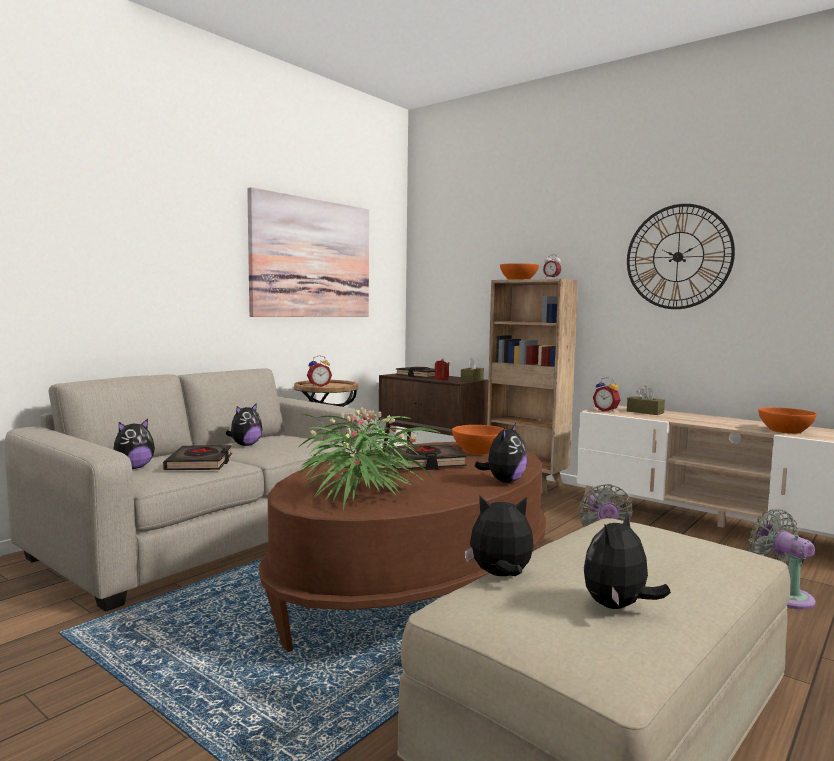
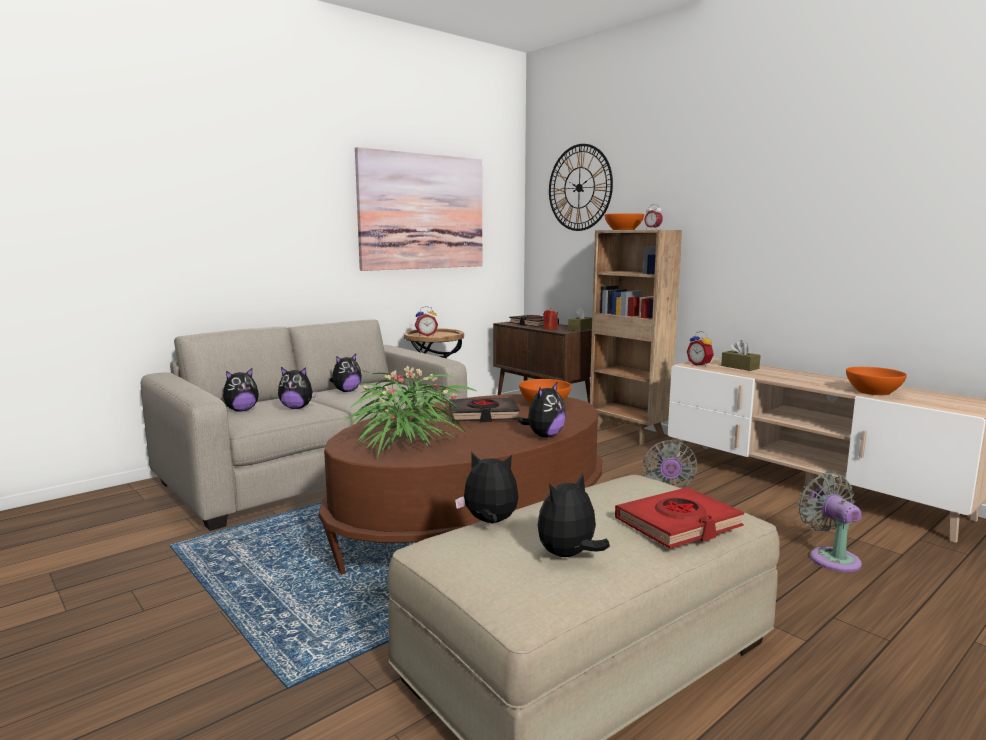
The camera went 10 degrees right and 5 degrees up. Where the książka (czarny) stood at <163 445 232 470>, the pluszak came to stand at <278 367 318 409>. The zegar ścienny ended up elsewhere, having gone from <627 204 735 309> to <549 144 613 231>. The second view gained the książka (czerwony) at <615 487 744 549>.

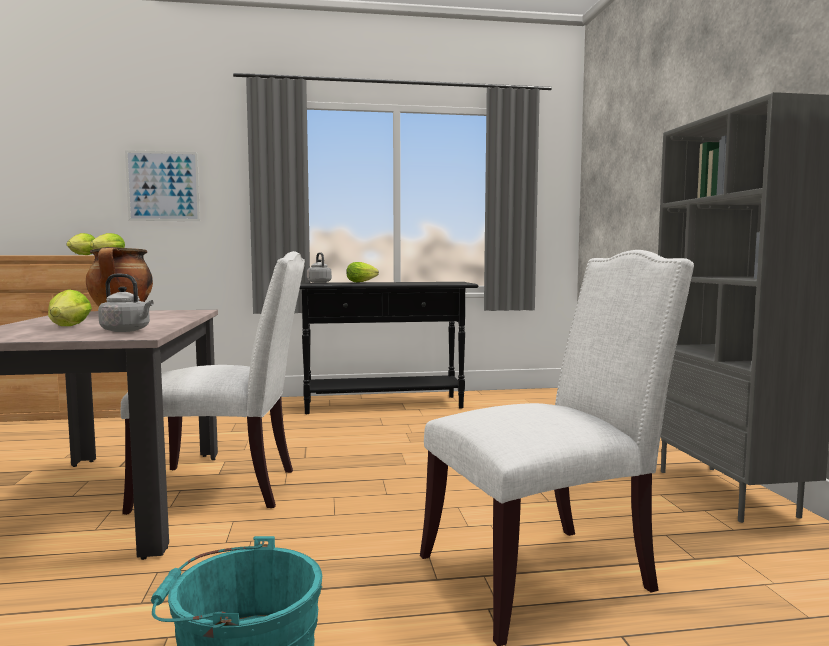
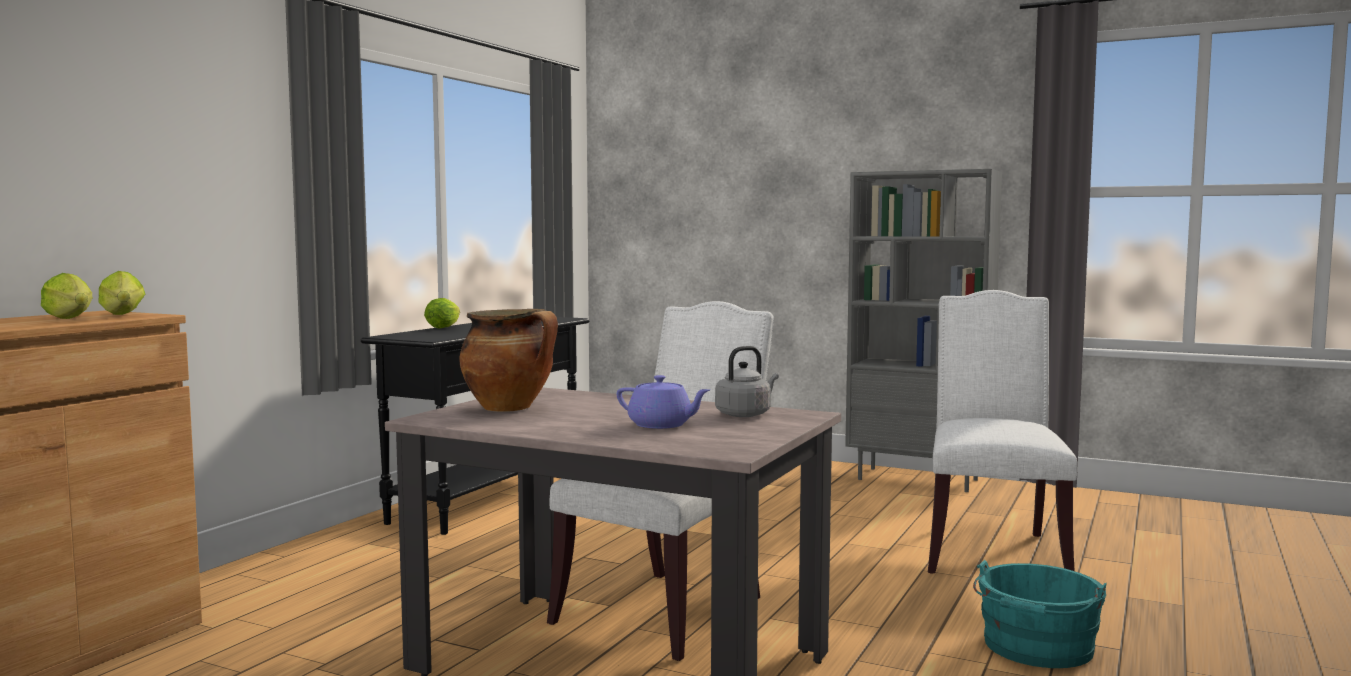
The camera went 55 degrees left and 0 degrees up. Where the sałata stood at <48 289 92 326>, the imbryk (fioletowy) came to stand at <617 375 710 429>. The second view lost the obraz at <125 150 200 221>. The second view lost the czajnik (szary) at <307 252 332 283>.

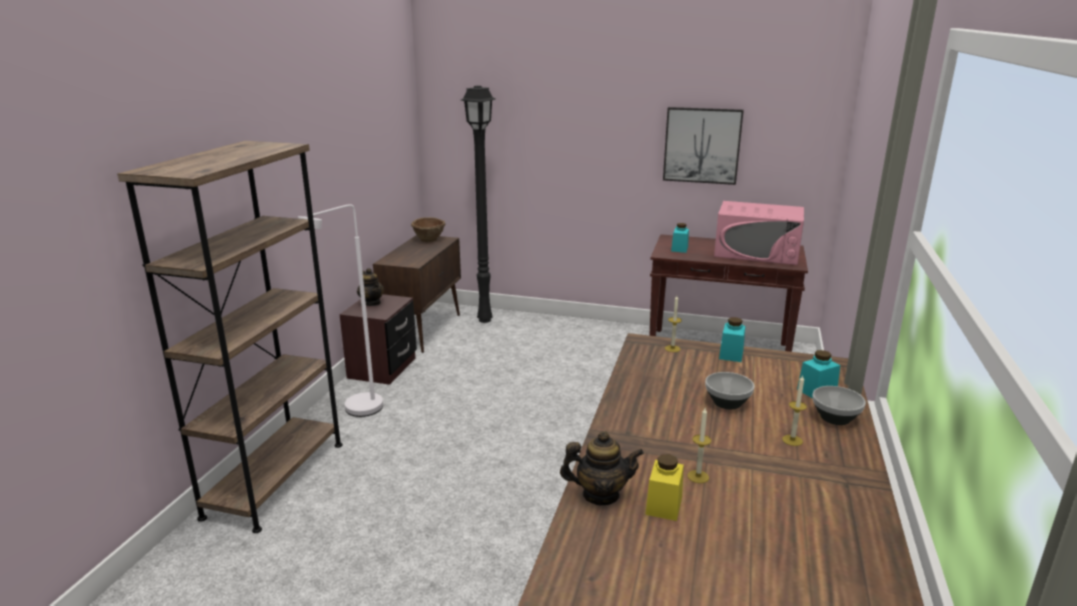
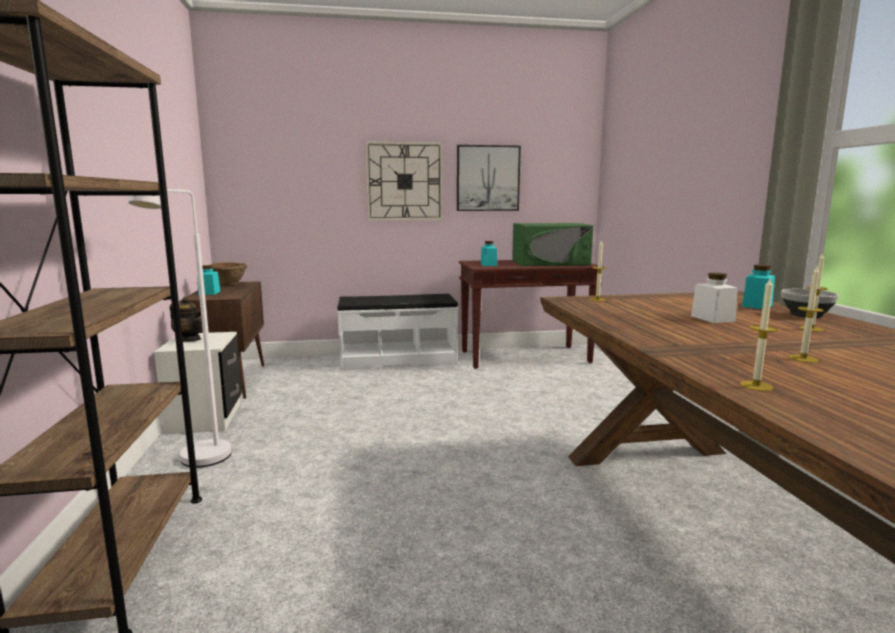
The camera went 25 degrees left and 10 degrees down. What was the szafka nocna (brązowy) at <340 294 417 385> turned into the szafka nocna (biały) at <154 332 242 435>. The second view lost the lampa stojąca (czarny) at <461 86 495 323>. Where the imbryk stood at <560 431 644 505>, the świeca came to stand at <740 279 778 391>. The second view lost the słoik (żółty) at <645 454 684 521>. Where the miska stood at <705 372 754 409>, the słoik (biały) came to stand at <691 273 738 323>. What was the mikrofalówka (różowy) at <714 201 804 265> turned into the mikrofalówka (zielony) at <512 223 593 266>. The słoik (turkusowy) ended up elsewhere, having gone from <719 317 745 362> to <197 265 220 295>. The second view gained the ławka (biały) at <337 294 458 371>. The second view gained the zegar ścienny at <365 141 443 221>.

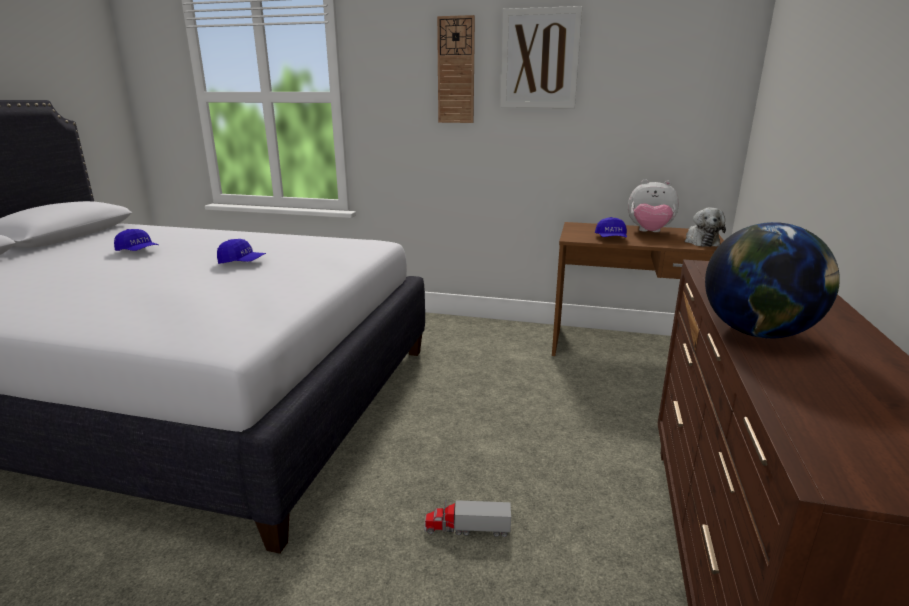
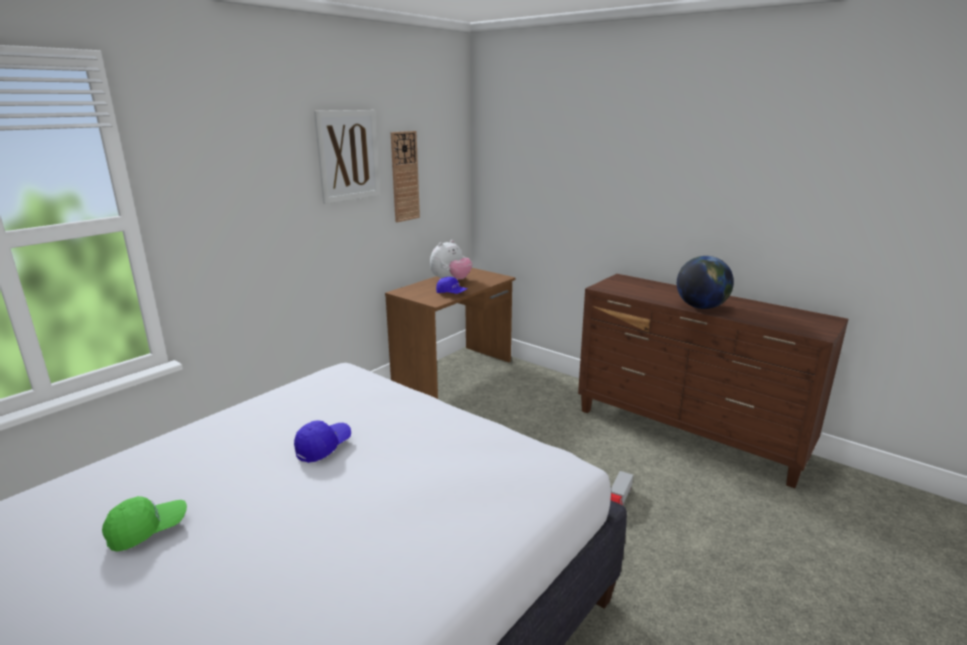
The camera went 65 degrees left and 0 degrees up. What was the czapka z daszkiem (niebieski) at <114 229 158 251> turned into the czapka z daszkiem (zielony) at <102 496 187 552>. The zegar ścienny ended up elsewhere, having gone from <437 15 475 123> to <391 131 420 222>. The second view lost the pluszak at <685 207 726 247>.

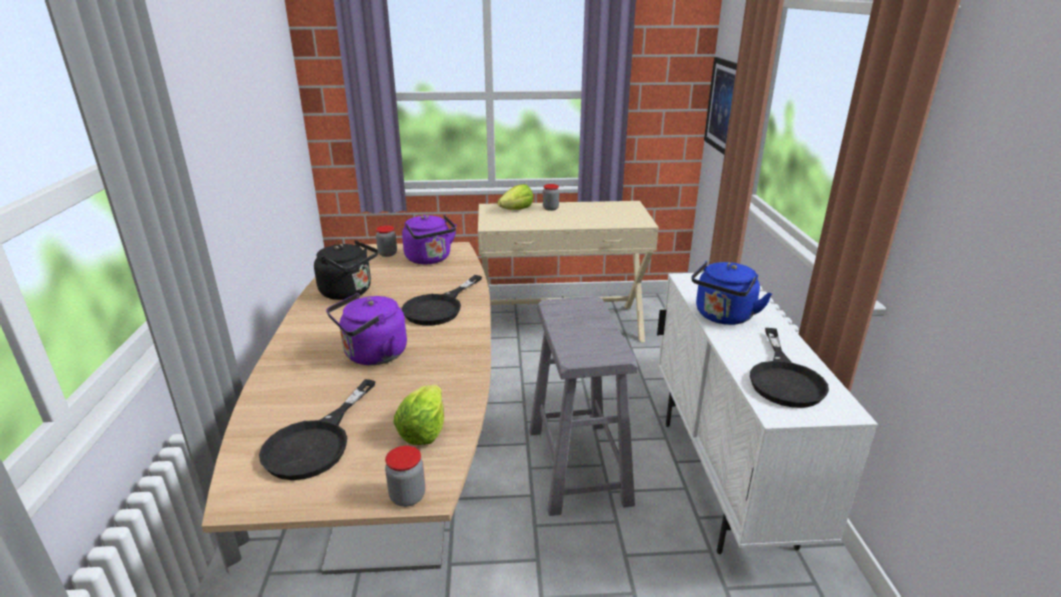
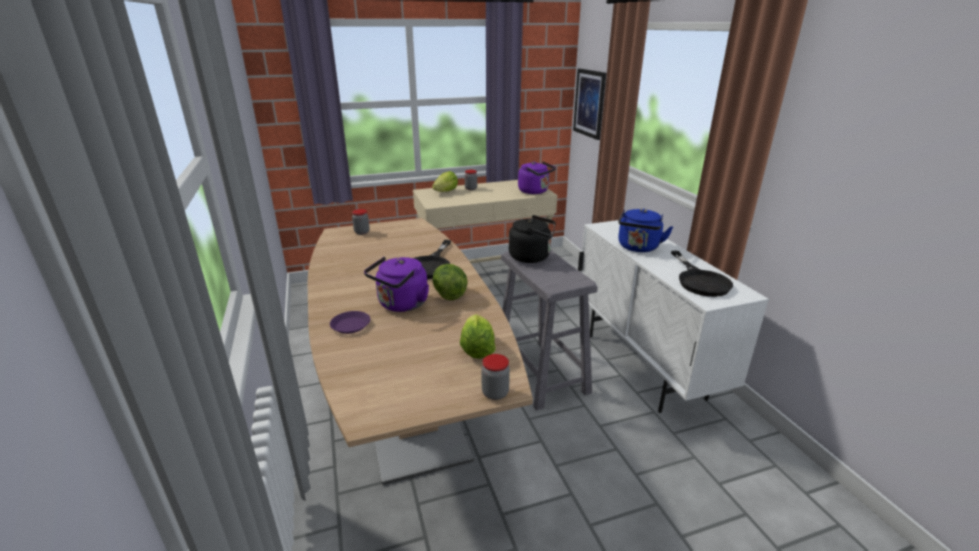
The camera went 15 degrees left and 0 degrees up. The second view lost the patelnia (czarny) at <259 379 376 480>. The czajnik (czarny) ended up elsewhere, having gone from <314 240 378 300> to <509 215 556 263>. The czajnik (fioletowy) ended up elsewhere, having gone from <402 215 457 264> to <518 161 556 194>. The second view gained the talerz (fioletowy) at <330 311 370 334>. The second view gained the sałata at <433 264 468 300>.

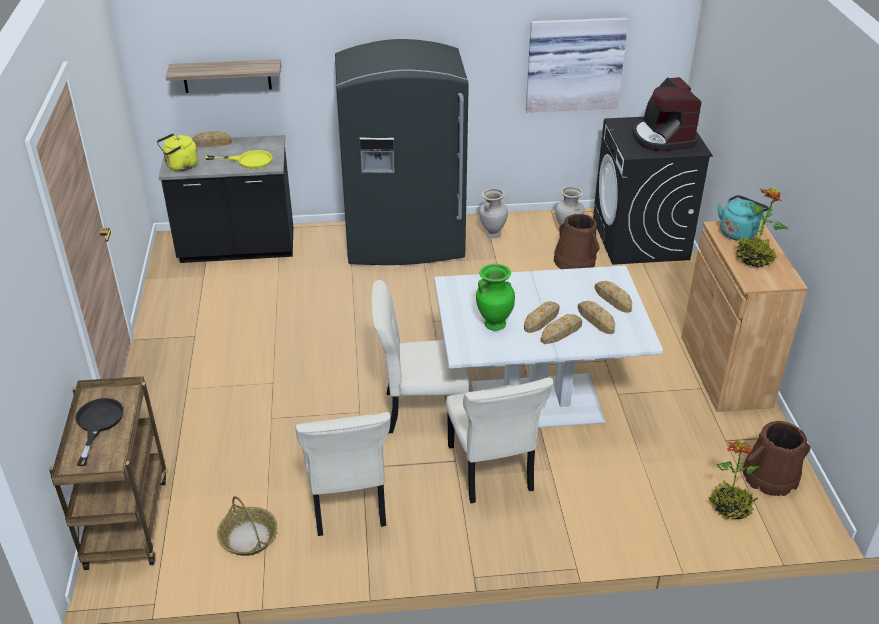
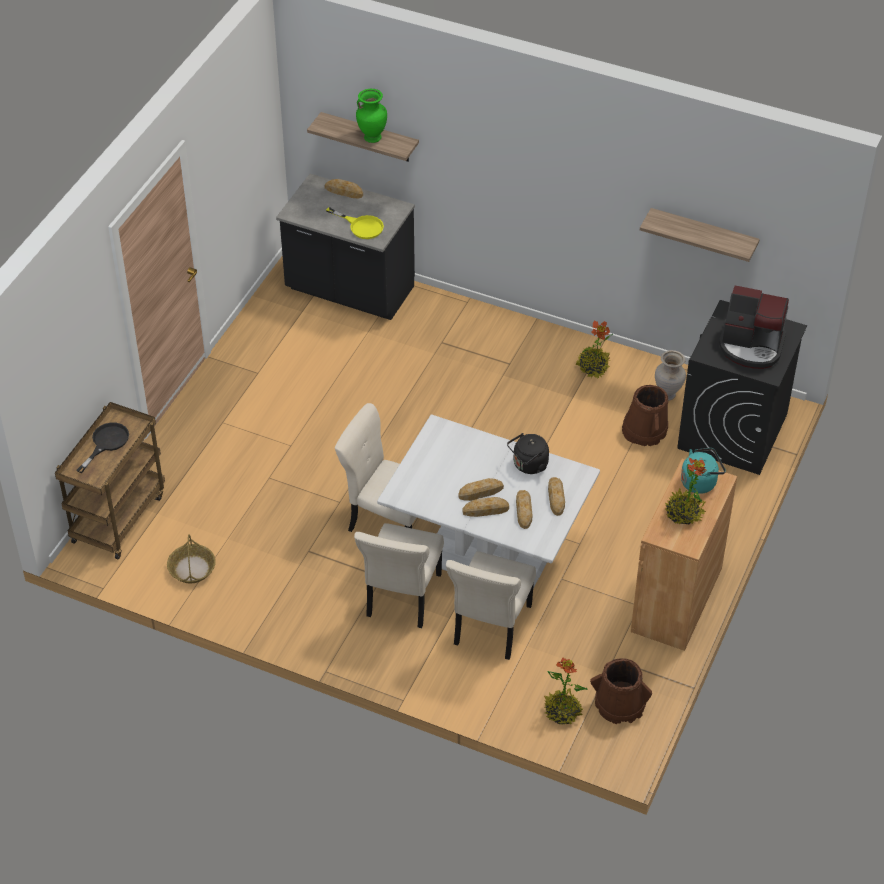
The camera went 30 degrees right and 10 degrees up. The second view lost the czajnik (żółty) at <157 133 198 171>. The krzesło (beżowy) ended up elsewhere, having gone from <295 412 391 536> to <446 551 536 660>. The second view lost the lodówka (szary) at <335 39 469 265>. The wazon (zielony) ended up elsewhere, having gone from <476 264 515 331> to <356 89 387 143>. Where the wazon (beżowy) stood at <479 188 508 238>, the roślina doniczkowa came to stand at <576 321 613 379>. Where the obraz hung at <526 18 628 112>, the półka came to hang at <640 208 760 262>. The ekspres do kawy at <633 77 701 151> ended up facing another way, 90 degrees counterclockwise from before. The second view gained the czajnik (czarny) at <507 433 549 474>.

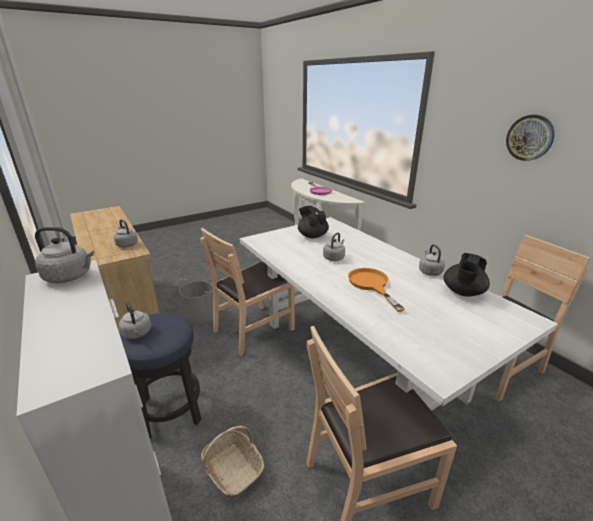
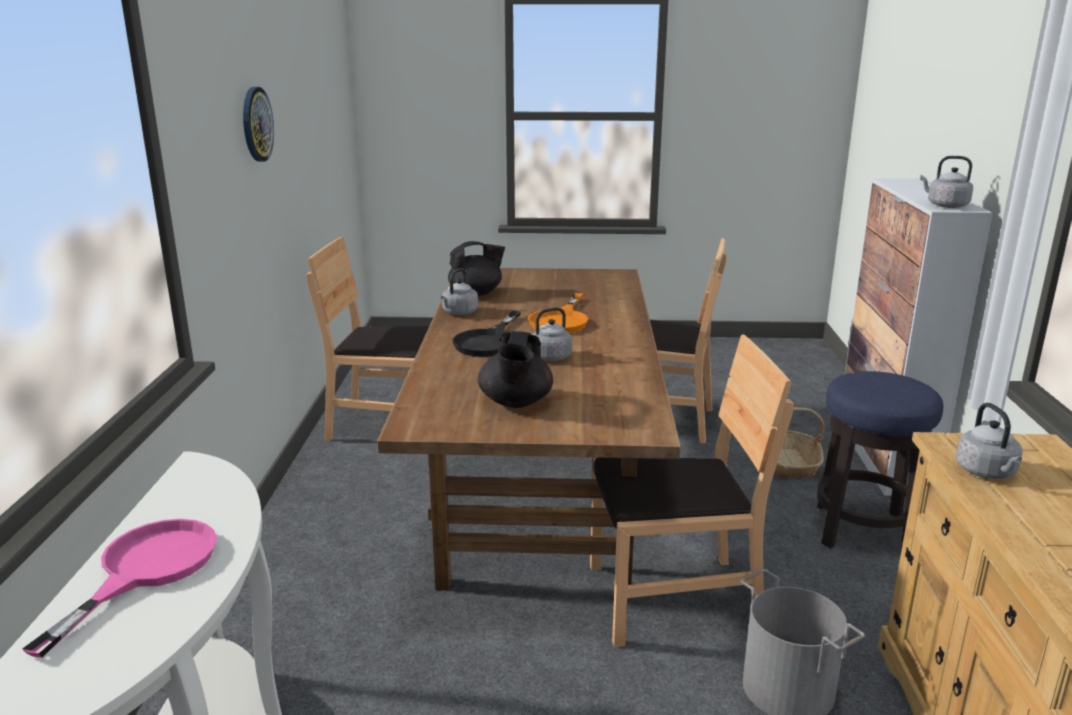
The camera went 145 degrees left and 5 degrees down. The second view lost the czajnik (szary) at <119 301 151 339>. What was the stół jadalny (biały) at <240 217 557 411> turned into the stół jadalny (brązowy) at <377 268 681 590>. The second view gained the patelnia (czarny) at <452 311 521 357>.

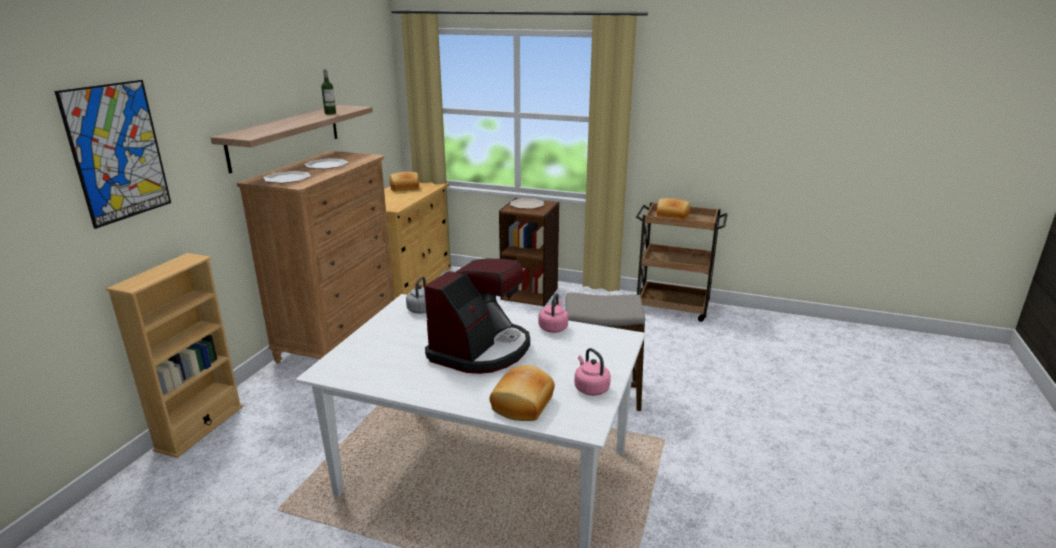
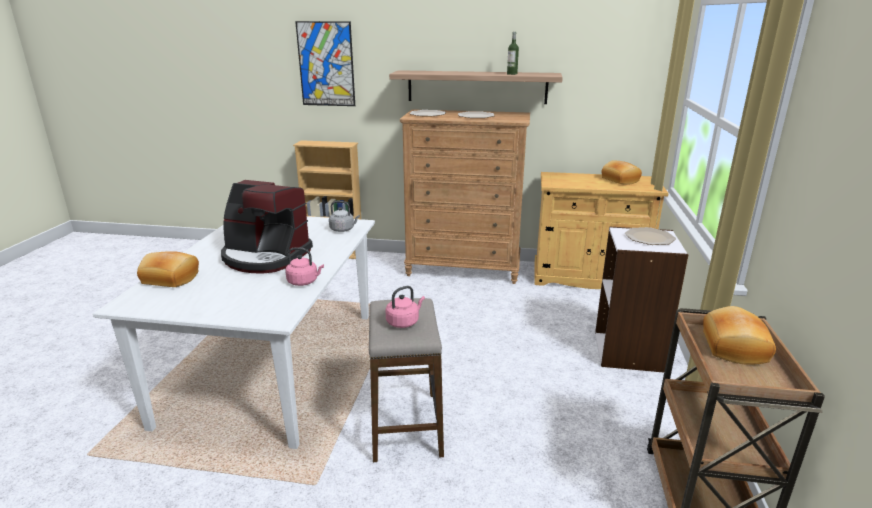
The camera went 80 degrees right and 0 degrees up. What was the regał (brązowy) at <499 198 559 306> turned into the regał (biały) at <595 227 688 373>. The czajnik (różowy) ended up elsewhere, having gone from <574 348 611 396> to <385 286 425 328>.

